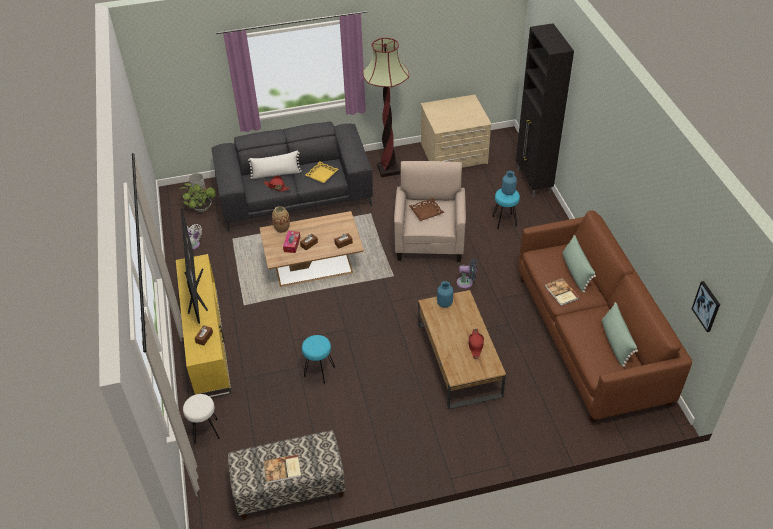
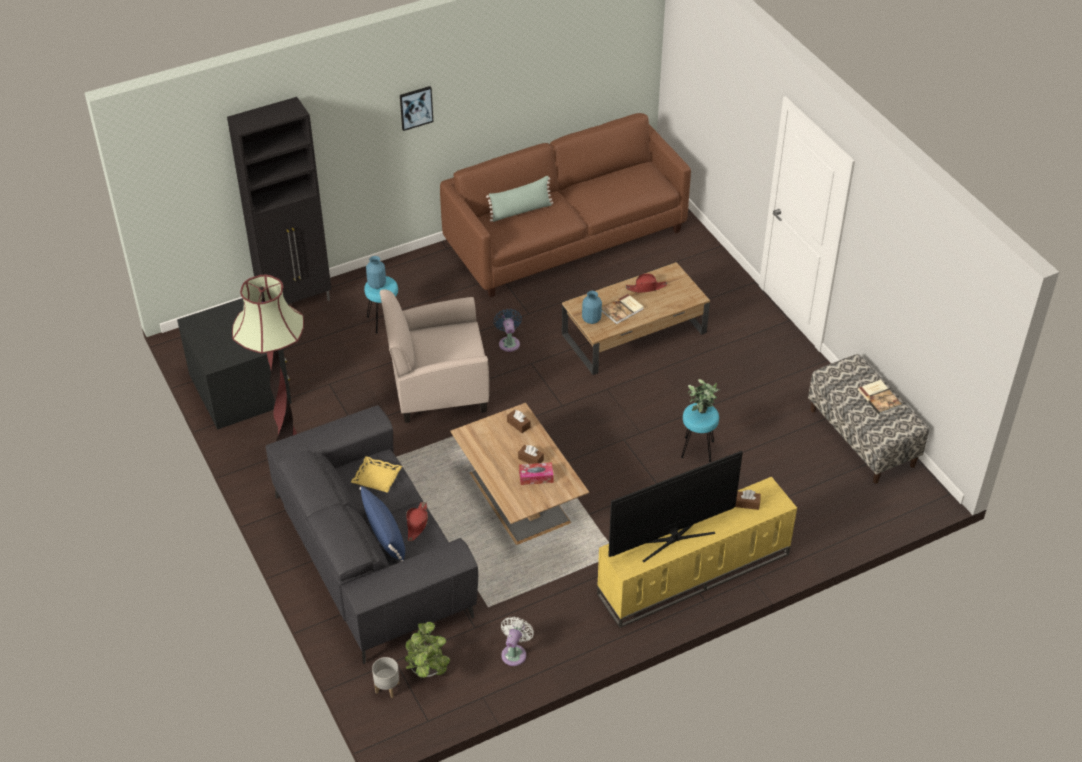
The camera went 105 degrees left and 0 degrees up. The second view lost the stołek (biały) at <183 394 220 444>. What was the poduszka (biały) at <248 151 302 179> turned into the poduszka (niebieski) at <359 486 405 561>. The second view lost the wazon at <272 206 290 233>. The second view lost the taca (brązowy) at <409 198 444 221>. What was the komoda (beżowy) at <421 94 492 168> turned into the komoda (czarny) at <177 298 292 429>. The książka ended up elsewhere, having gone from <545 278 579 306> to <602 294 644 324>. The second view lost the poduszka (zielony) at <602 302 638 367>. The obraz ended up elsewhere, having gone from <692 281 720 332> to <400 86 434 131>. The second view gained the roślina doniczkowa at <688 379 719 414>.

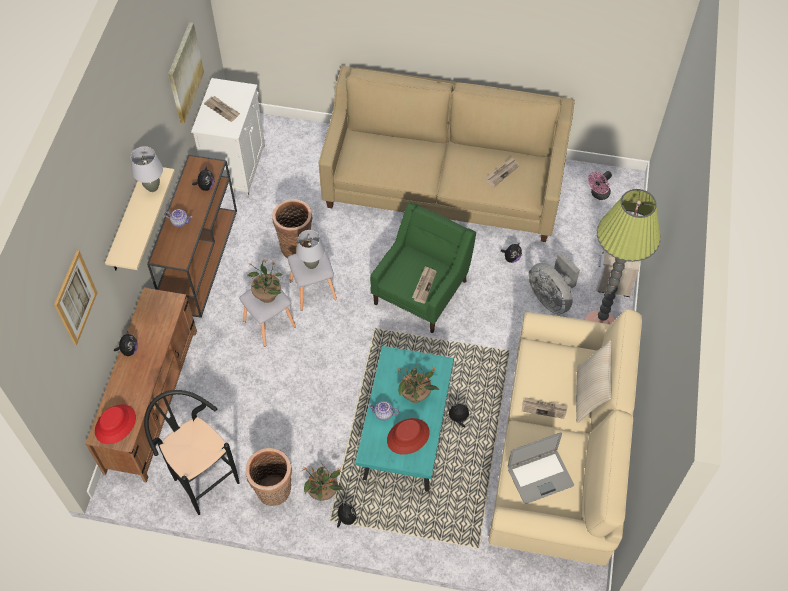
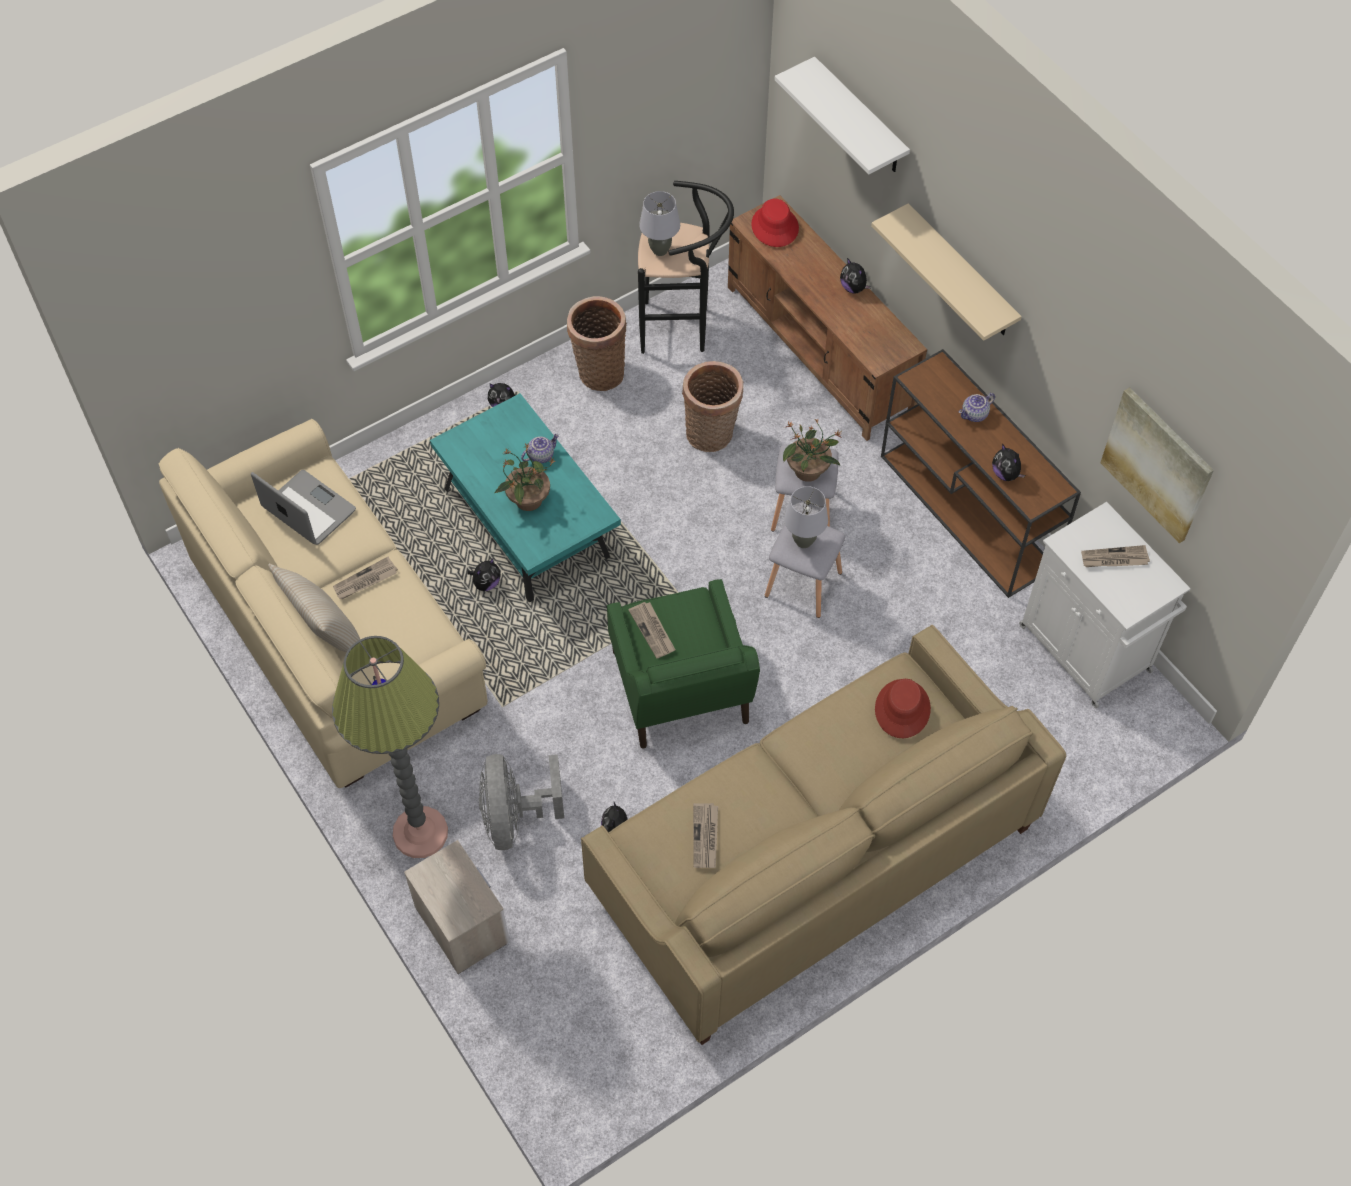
The camera went 135 degrees right and 0 degrees up. Where the obraz hung at <54 250 98 345>, the półka (biały) came to hang at <775 57 910 174>. The lampa stołowa (szary) ended up elsewhere, having gone from <131 146 163 192> to <639 191 680 256>. The koszyk ended up elsewhere, having gone from <272 199 312 258> to <682 361 743 452>. The second view lost the roślina doniczkowa at <302 463 344 501>. The kapelusz (czerwony) ended up elsewhere, having gone from <387 418 430 455> to <875 679 931 738>. The laptop at <508 432 574 504> ended up facing another way, 105 degrees clockwise from before. The wentylator (szary) at <529 252 580 314> ended up facing another way, 105 degrees counterclockwise from before. The second view lost the wentylator (różowy) at <588 171 612 200>.

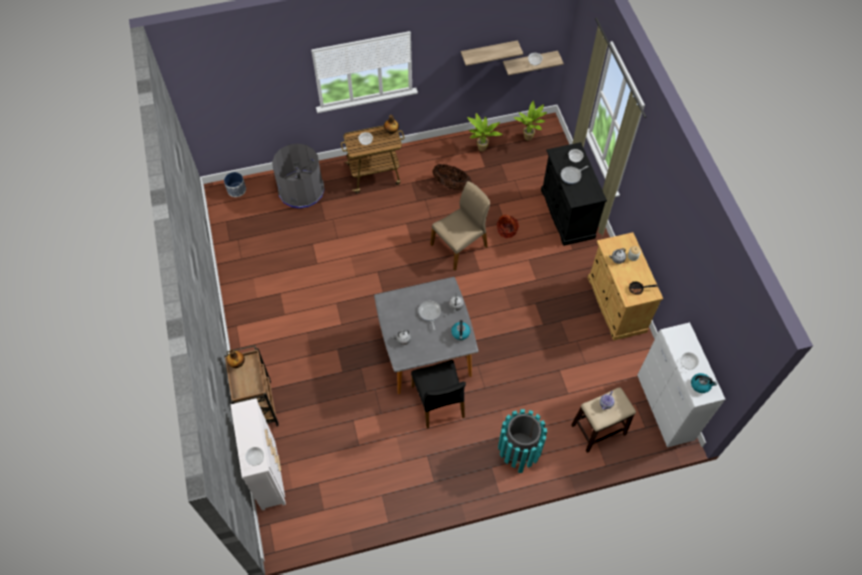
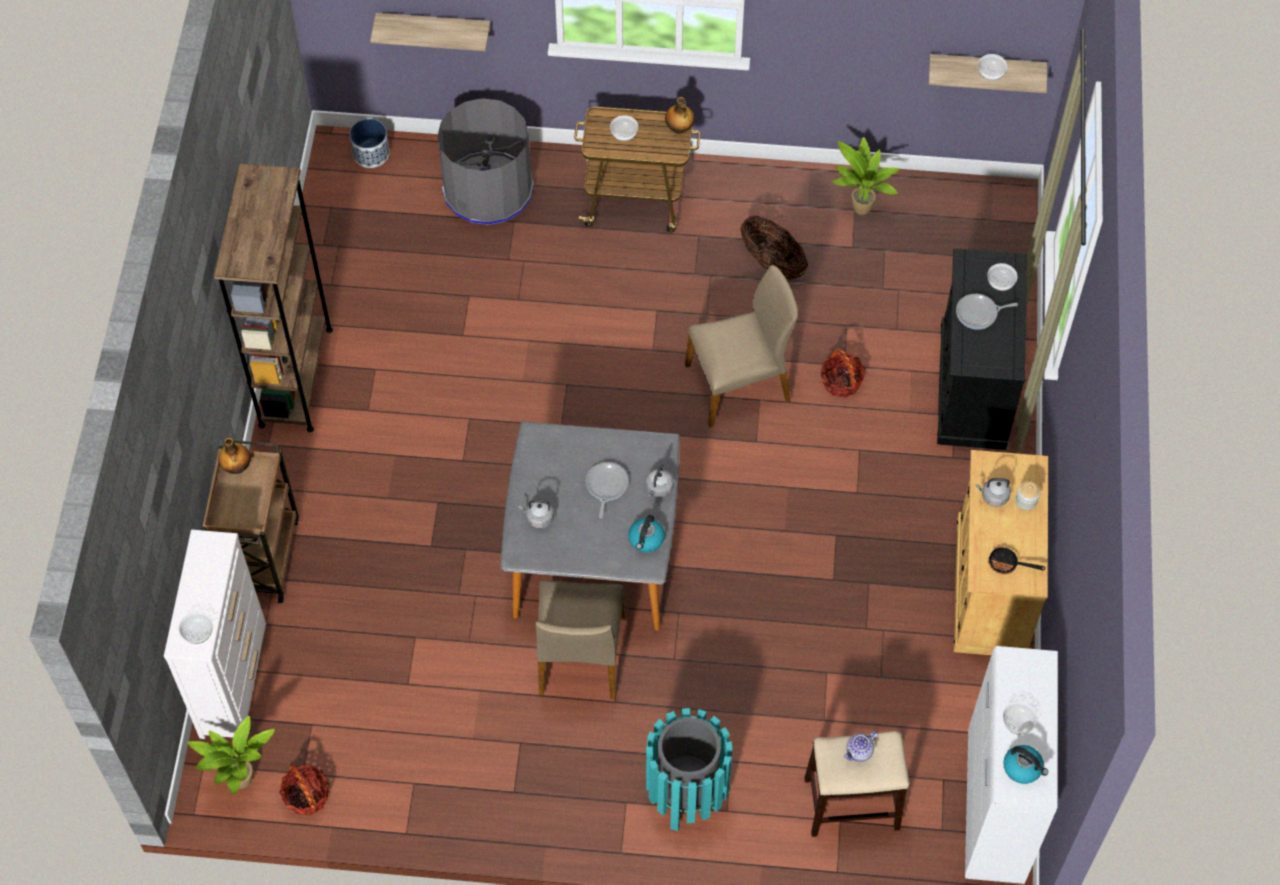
The camera went 20 degrees right and 0 degrees up. What was the krzesło (czarny) at <411 360 466 428> turned into the krzesło (beżowy) at <535 580 625 699>. The półka ended up elsewhere, having gone from <461 40 523 66> to <370 13 490 51>. The roślina doniczkowa ended up elsewhere, having gone from <513 101 547 141> to <188 716 275 794>. The second view gained the regał (brązowy) at <214 163 333 432>. The second view gained the koszyk at <279 765 329 816>.

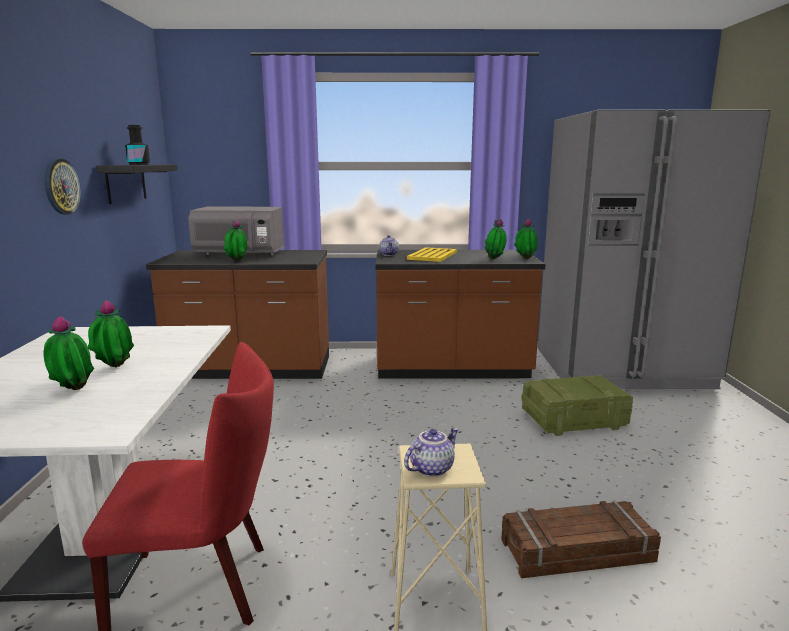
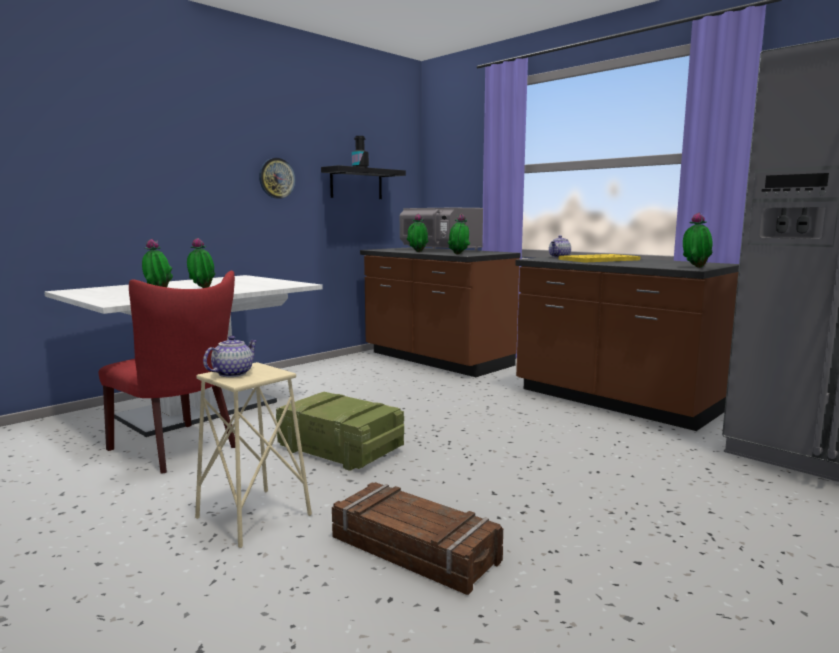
The camera went 45 degrees right and 5 degrees down. The imbryk at <404 428 459 477> ended up facing another way, 60 degrees counterclockwise from before. The roślina doniczkowa ended up elsewhere, having gone from <484 218 507 260> to <448 214 470 255>. The skrzynka ended up elsewhere, having gone from <521 375 633 436> to <276 392 404 471>.

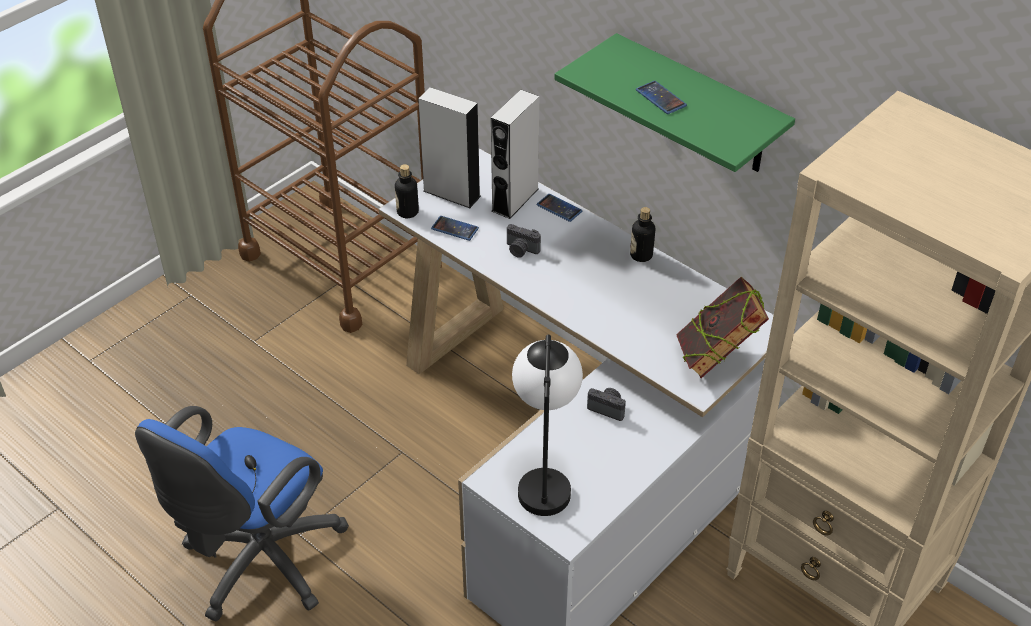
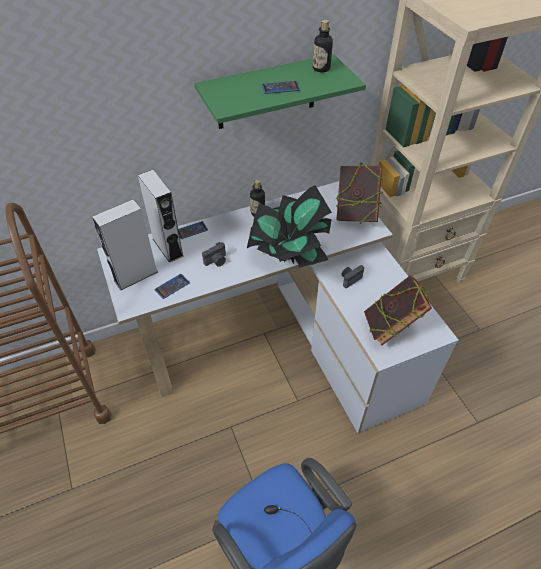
The camera went 65 degrees left and 5 degrees up. The butelka ended up elsewhere, having gone from <395 164 419 218> to <313 20 333 72>. Where the lampa stołowa stood at <512 335 583 516>, the książka came to stand at <364 275 432 345>. The second view gained the roślina doniczkowa at <247 185 332 268>.

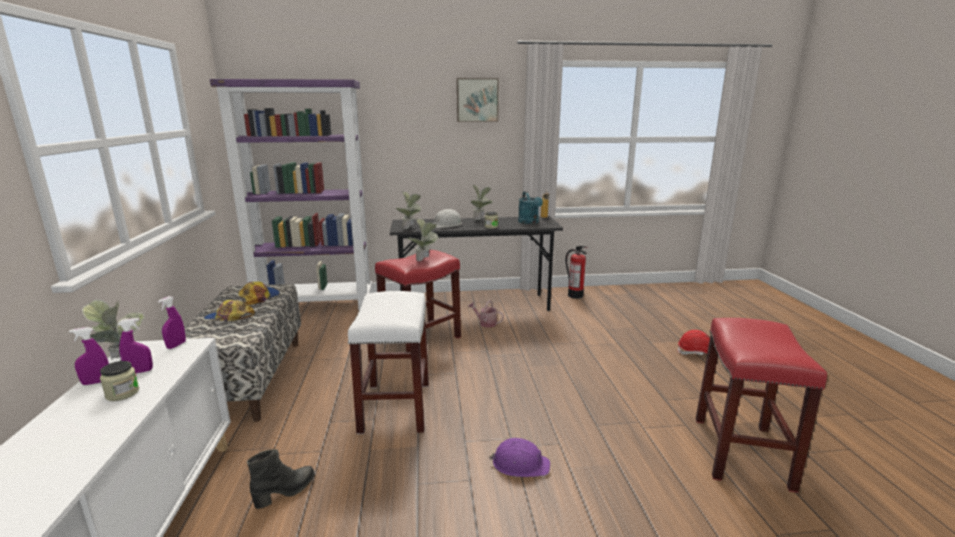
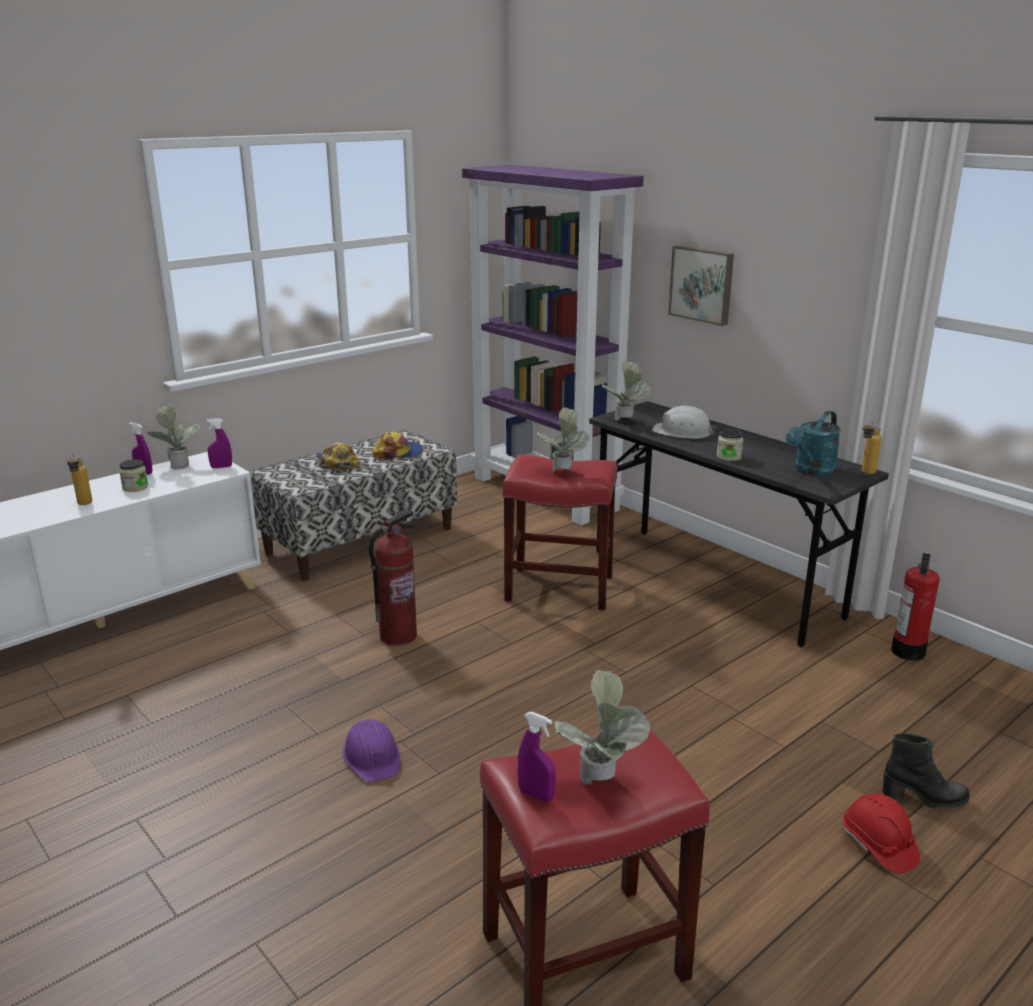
The camera went 55 degrees right and 5 degrees up. The spryskiwacz (fioletowy) ended up elsewhere, having gone from <118 318 153 373> to <517 711 556 802>. The but z cholewką (czarny) ended up elsewhere, having gone from <247 449 315 509> to <883 733 970 810>. Where the stołek (biały) stood at <348 291 429 434>, the gaśnica came to stand at <369 510 417 646>. The obraz ended up elsewhere, having gone from <457 78 499 122> to <668 246 734 326>. The second view lost the konewka at <468 300 504 328>. The roślina doniczkowa ended up elsewhere, having gone from <471 185 493 220> to <554 670 650 785>. The second view gained the butelka at <67 454 92 505>.

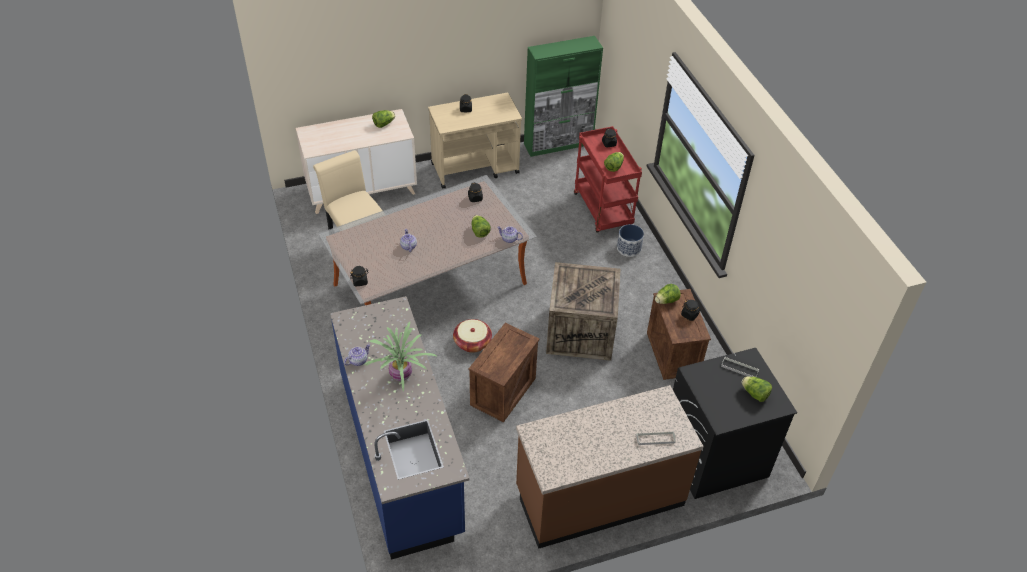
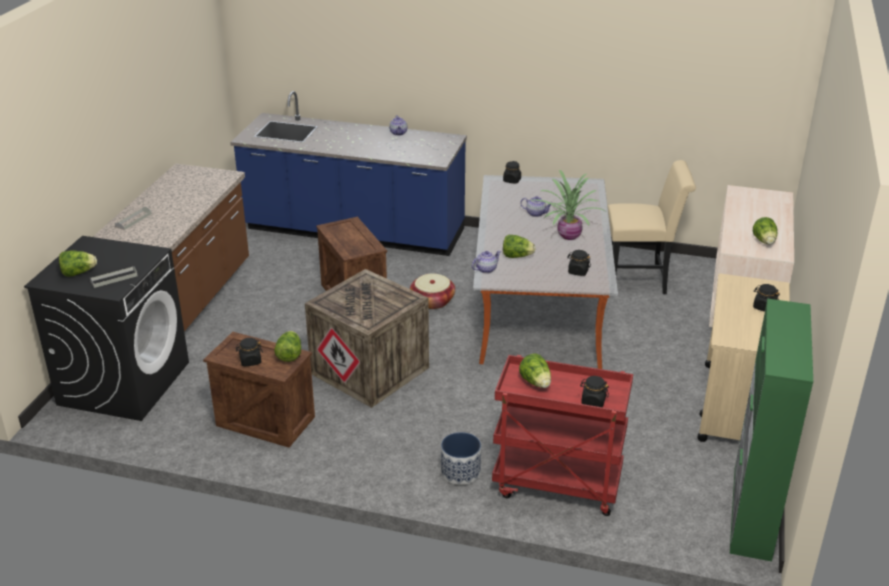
The camera went 125 degrees right and 15 degrees down. The roślina doniczkowa ended up elsewhere, having gone from <364 322 436 392> to <528 170 605 240>.

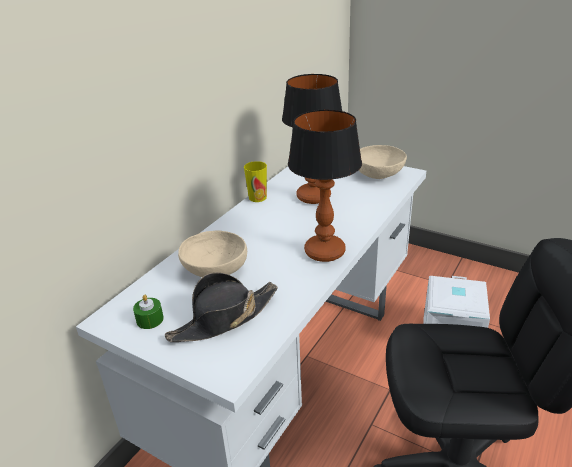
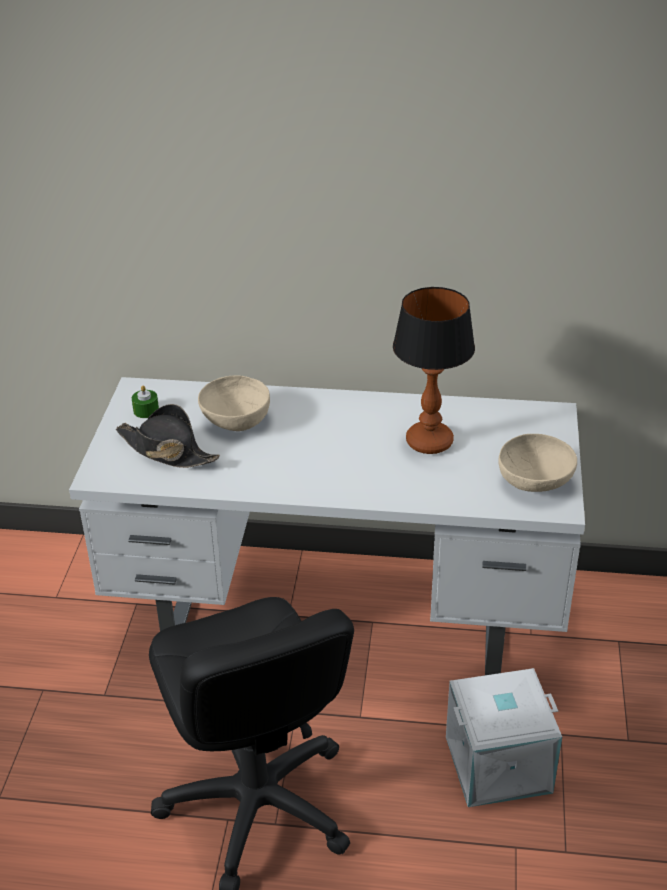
The camera went 65 degrees right and 5 degrees up. The second view lost the filiżanka at <244 161 267 202>. The second view lost the lampa stołowa at <288 109 362 262>.

